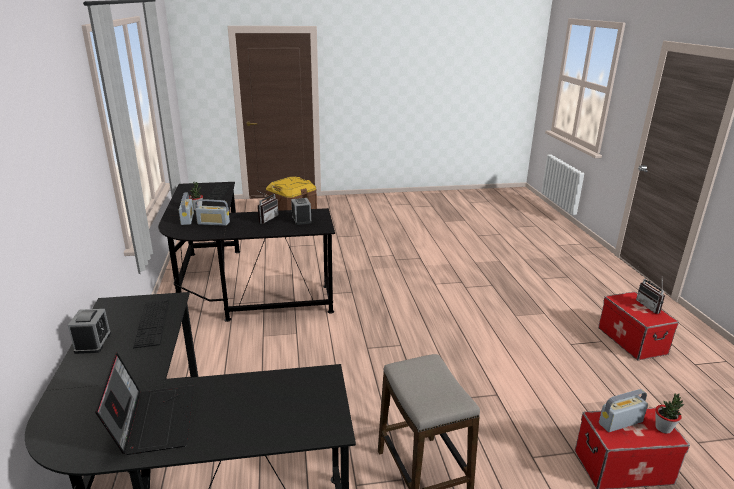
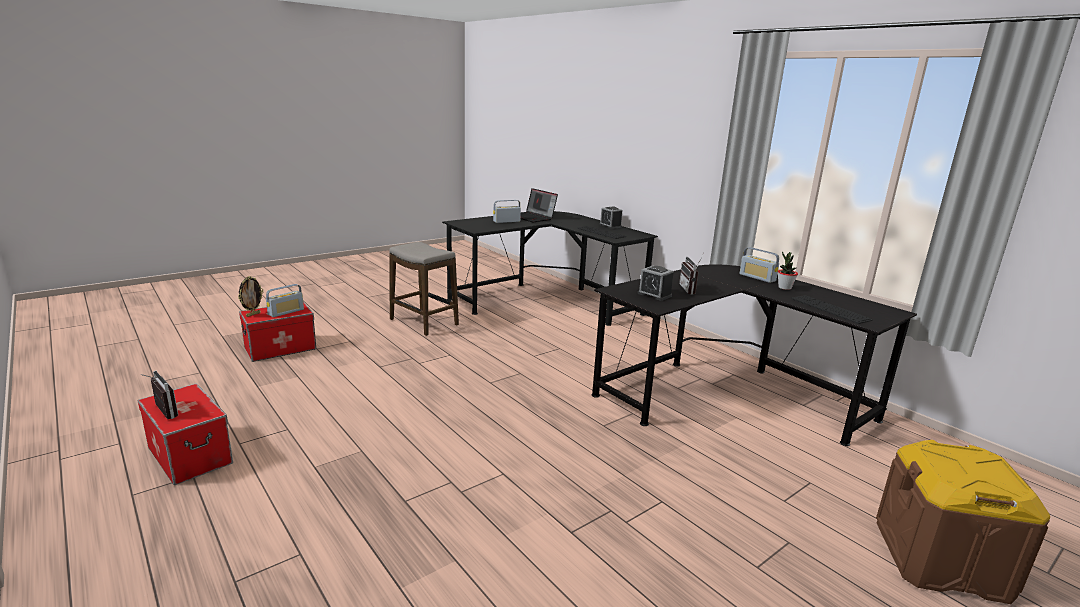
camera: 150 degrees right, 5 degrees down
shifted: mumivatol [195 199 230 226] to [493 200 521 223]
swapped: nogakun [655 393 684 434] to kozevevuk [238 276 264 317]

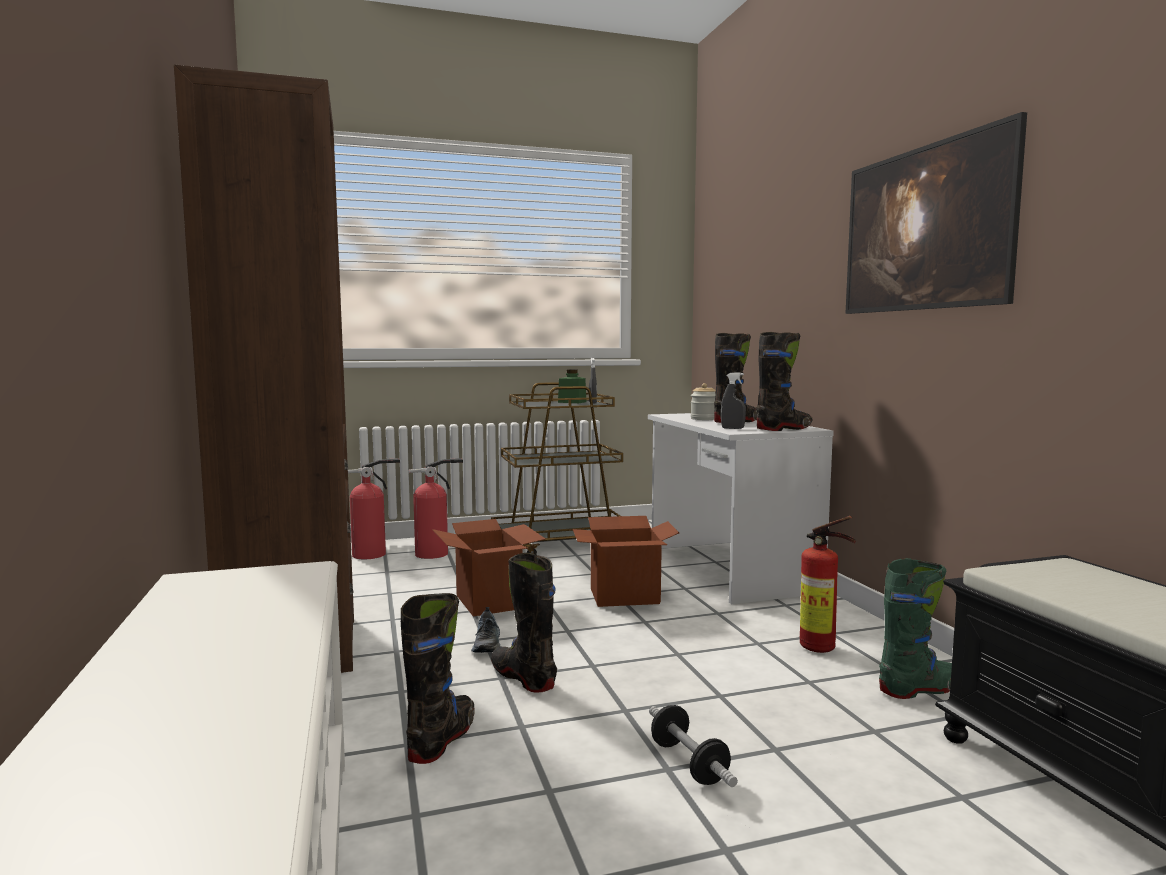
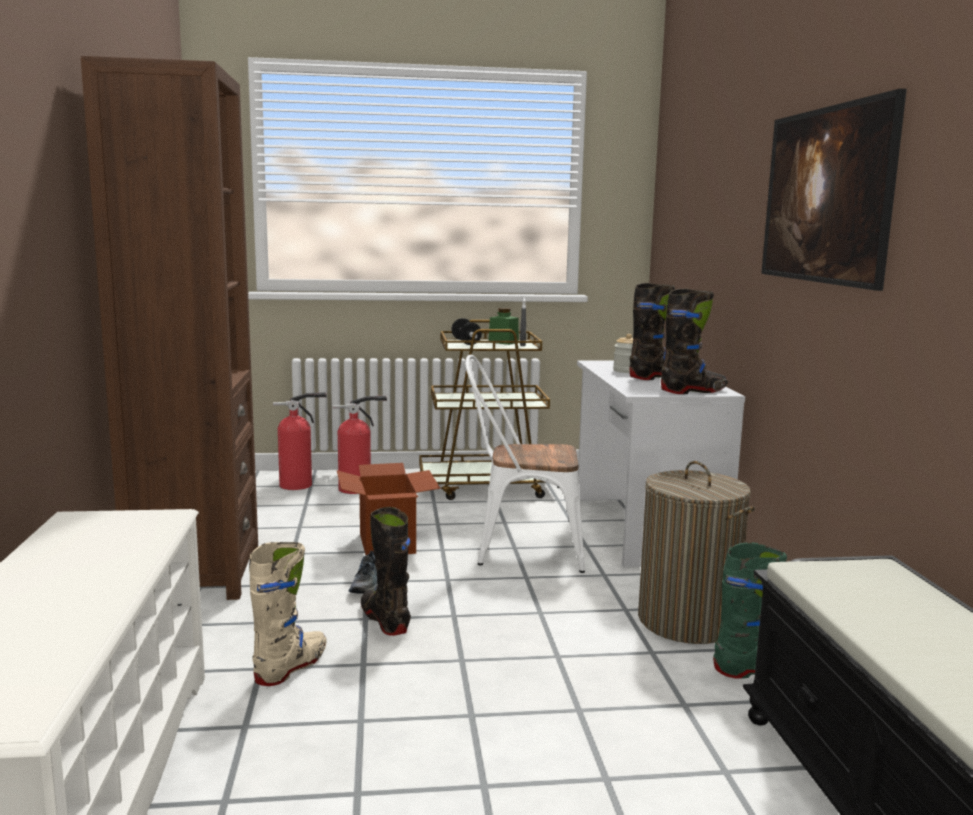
camera: 10 degrees right, 5 degrees up
gone: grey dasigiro [721 373 746 429]
shifted: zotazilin [649 705 738 787] to [451 318 482 345]
swapped: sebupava [572 516 679 607] to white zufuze [465 355 585 573]; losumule [800 516 856 653] to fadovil [638 461 755 644]
repainted: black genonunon [401 593 474 764] to beige genonunon [249 542 327 686]

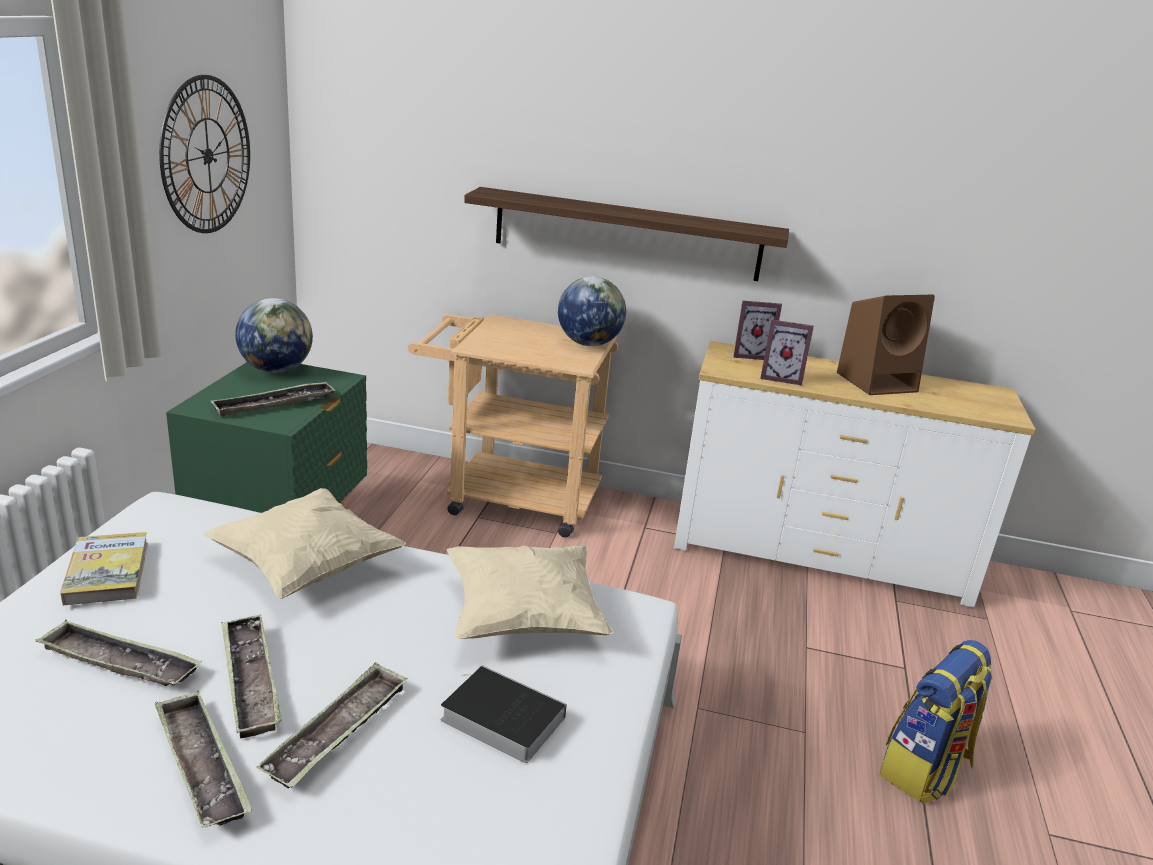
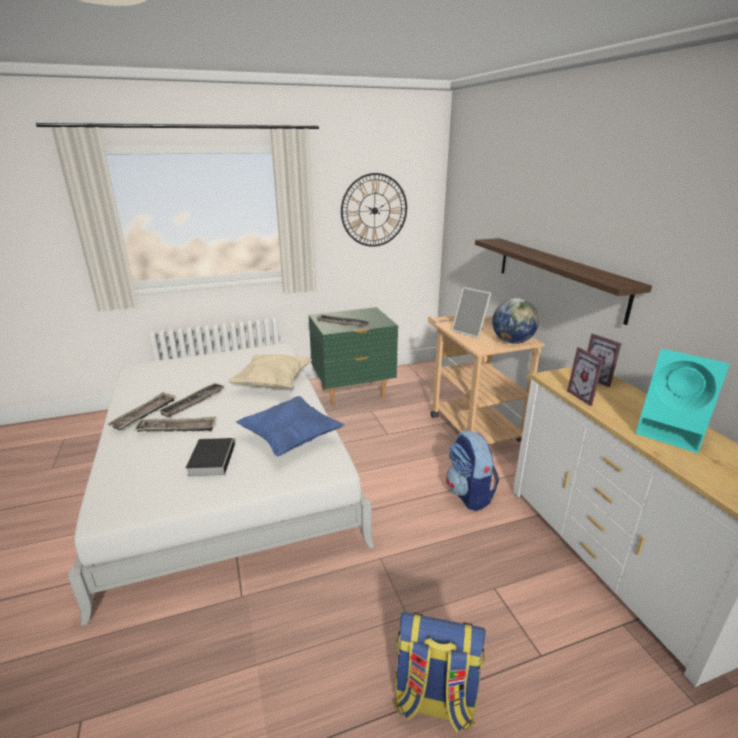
camera: 60 degrees right, 0 degrees up
gone: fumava [235 298 313 373]; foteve [60 532 148 605]; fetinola [35 620 202 686]
new: kozevevuk [452 287 491 338]; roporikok [446 430 499 511]
repainted: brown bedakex [837 295 935 395] to turquoise bedakex [636 349 729 453]; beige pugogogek [447 546 613 639] to blue pugogogek [236 396 344 456]

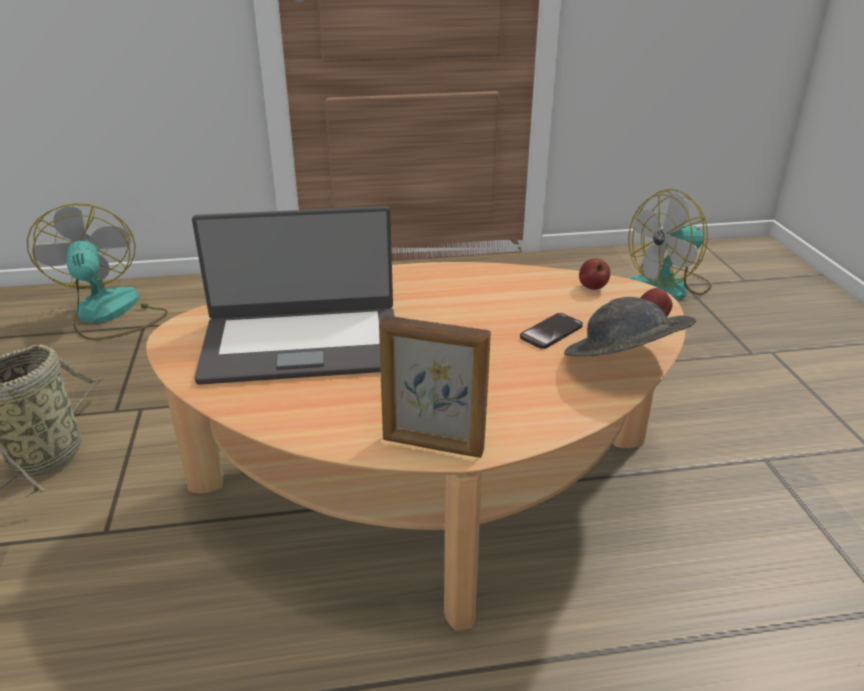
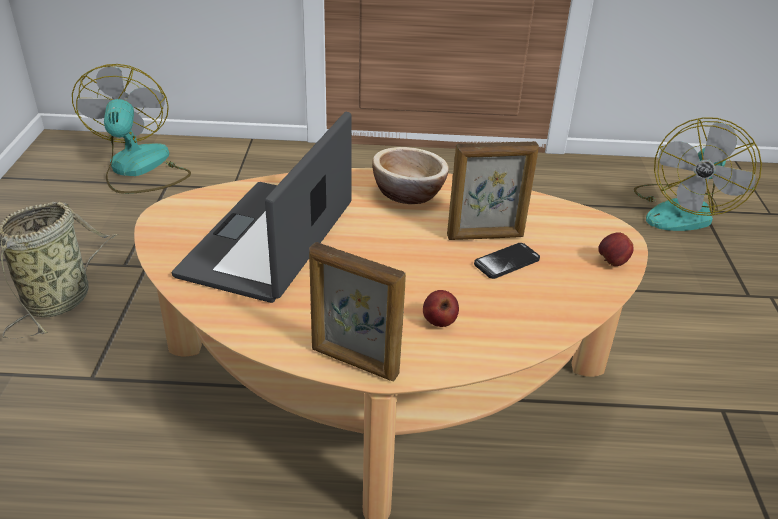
camera: 10 degrees right, 5 degrees up
gone: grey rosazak [564 297 696 356]
new: kozevevuk [447 141 539 240]; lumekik [372 147 449 204]
shifted: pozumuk [579 258 610 290] to [423 290 459 327]
rotated: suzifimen [628 189 712 301] = [634 117 762 231] 45 degrees counterclockwise; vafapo [192 206 395 385] = [172 112 352 303] 105 degrees clockwise

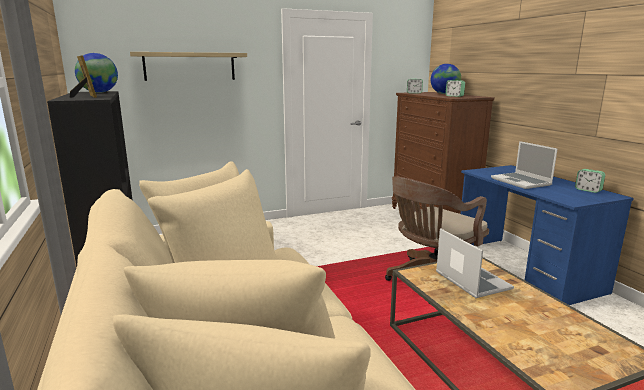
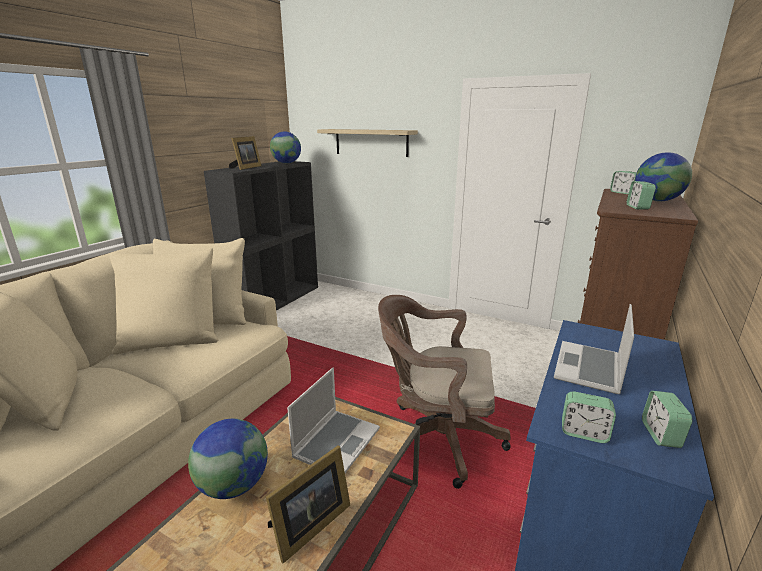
camera: 50 degrees right, 5 degrees up
new: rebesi [562 391 616 443]; fumava [188 419 268 499]; kozevevuk [266 445 350 563]

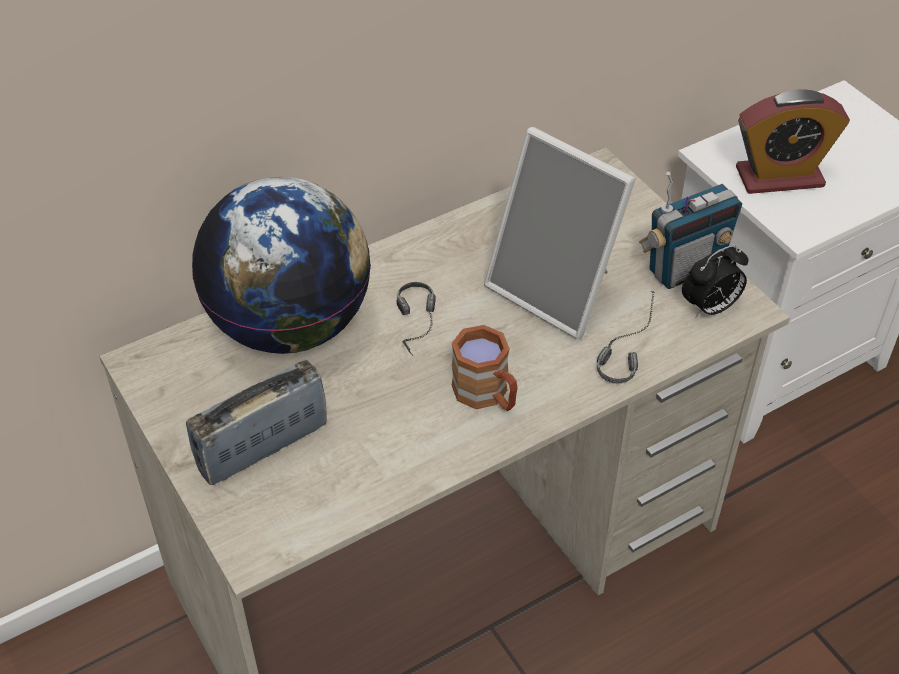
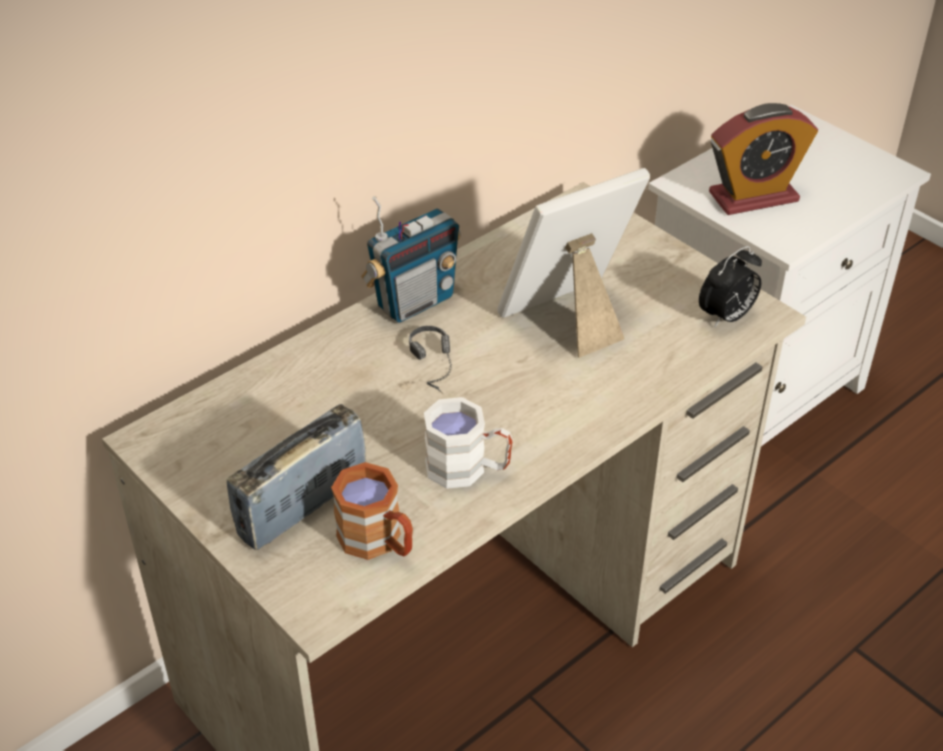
camera: 10 degrees left, 5 degrees down
gone: fumava [192 177 371 354]; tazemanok [597 291 655 384]
new: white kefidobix [424 397 513 489]
shifted: mumivatol [639 172 742 289] to [361 196 461 323]; brown kefidobix [452 325 517 411] to [331 462 413 560]
rotated: kozevevuk [484 127 636 339] = [497 168 650 358] 120 degrees clockwise

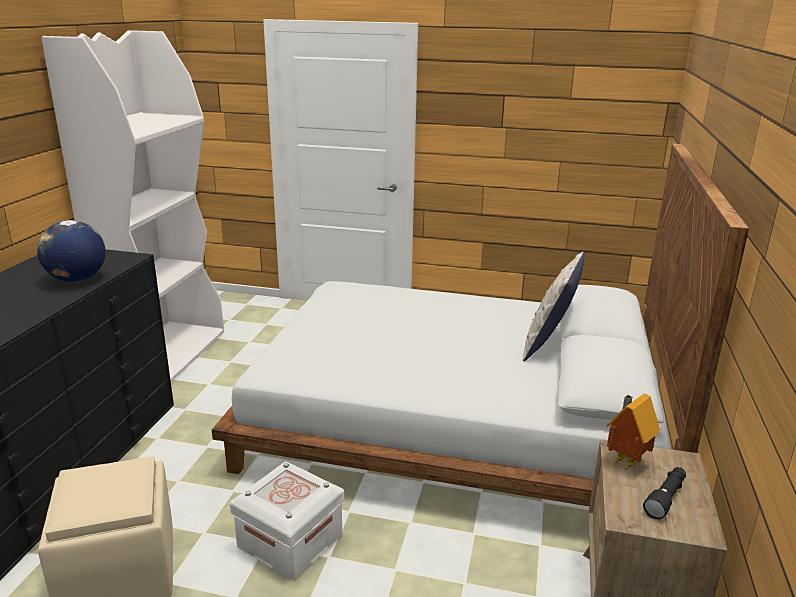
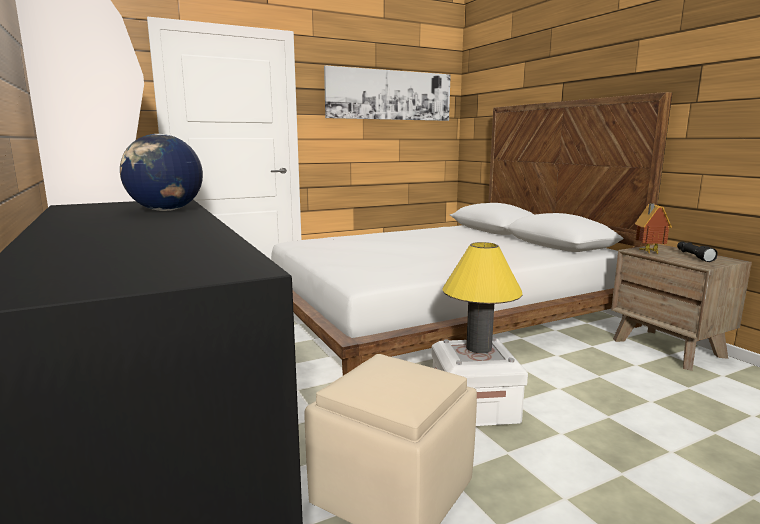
camera: 40 degrees left, 10 degrees down
gone: pugogogek [523 252 585 361]
new: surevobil [324 65 451 121]; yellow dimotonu [442 242 523 353]

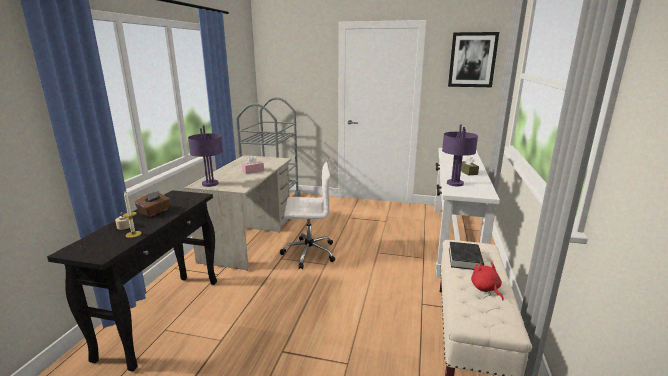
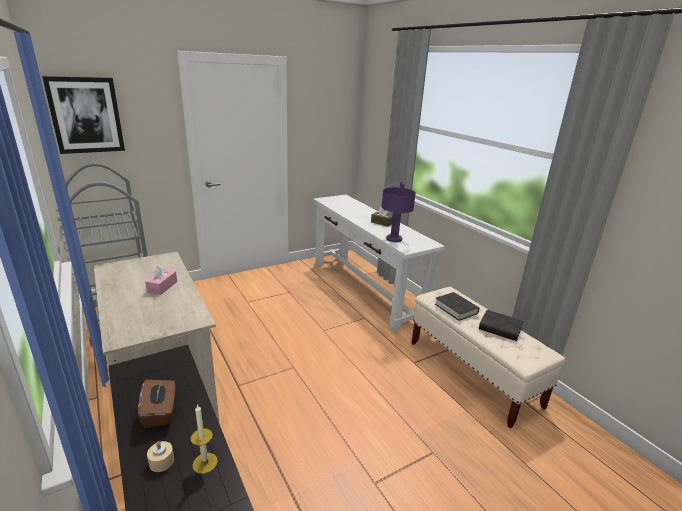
camera: 45 degrees left, 5 degrees up
gone: purple dimotonu [188 125 223 187]; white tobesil [280 162 335 269]
shifted: surevobil [448 32 499 87] to [42 76 125 154]
swapped: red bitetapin [471 261 504 301] to black foteve [479 310 523 341]

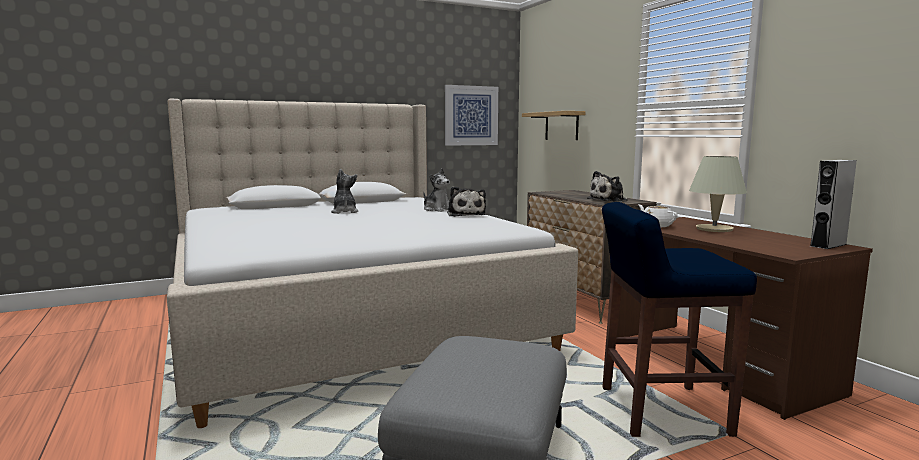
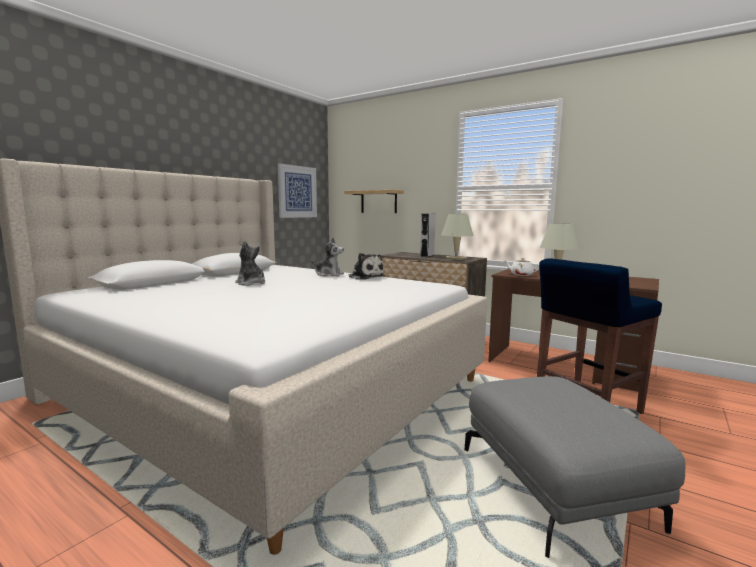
camera: 30 degrees left, 0 degrees up
shifted: grey bedakex [810 160 857 249] to [420 214 436 257]
swapped: bitetapin [587 171 628 202] to beige dimotonu [441 214 473 260]

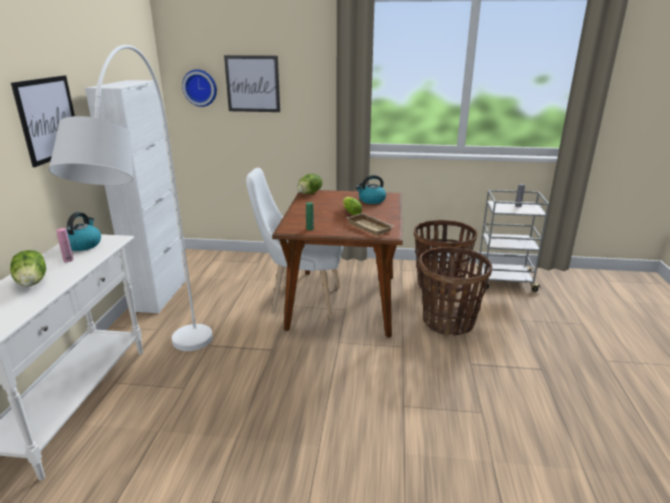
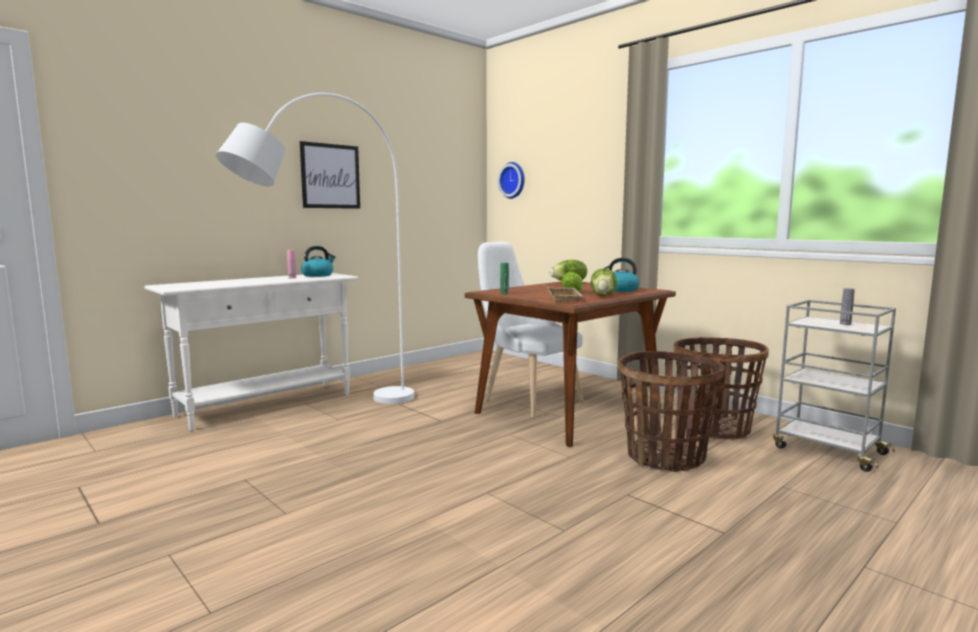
camera: 40 degrees right, 15 degrees down
gone: surevobil [224 55 280 112]; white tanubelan [85 80 186 313]
shifted: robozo [10 250 46 287] to [591 268 617 296]

